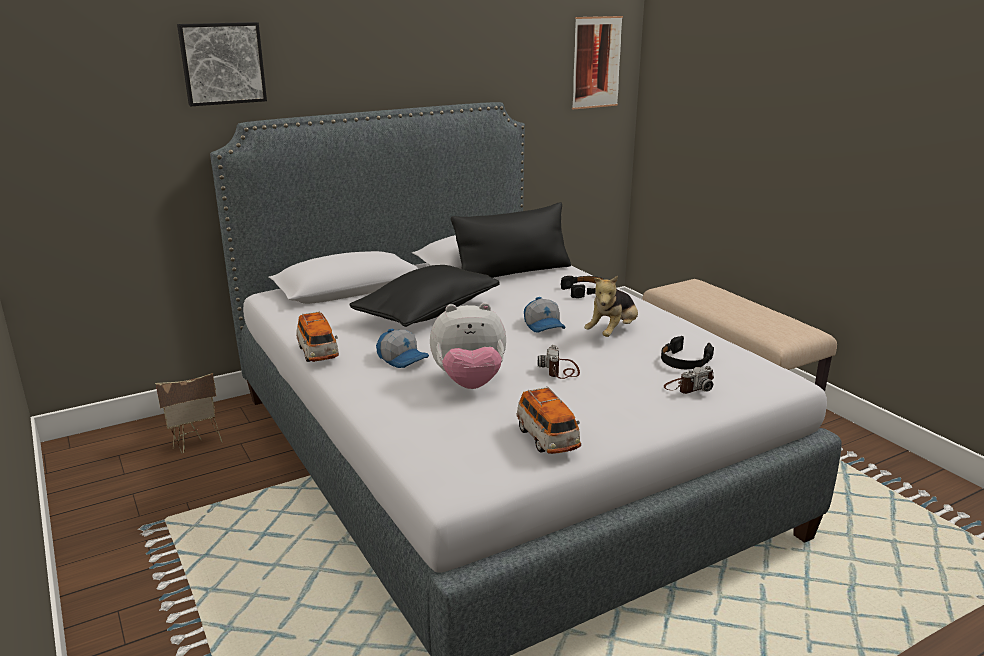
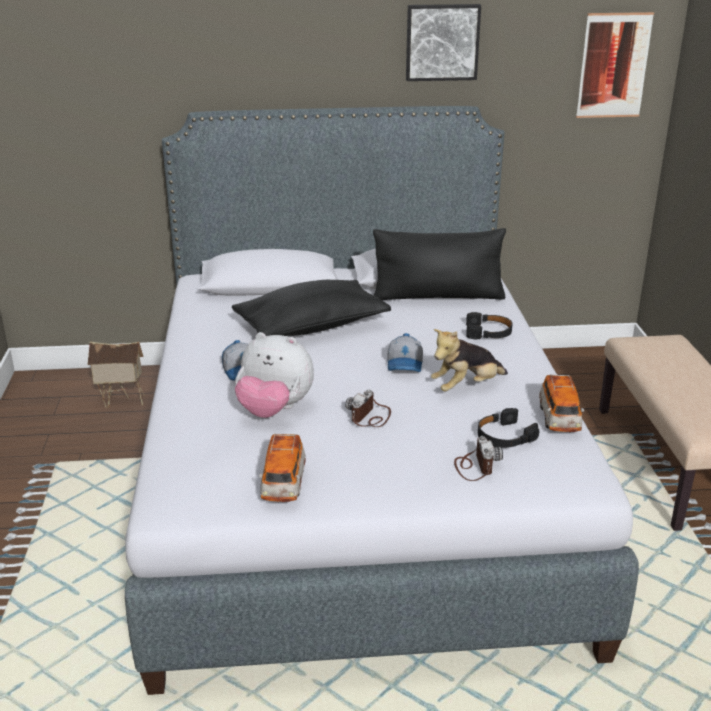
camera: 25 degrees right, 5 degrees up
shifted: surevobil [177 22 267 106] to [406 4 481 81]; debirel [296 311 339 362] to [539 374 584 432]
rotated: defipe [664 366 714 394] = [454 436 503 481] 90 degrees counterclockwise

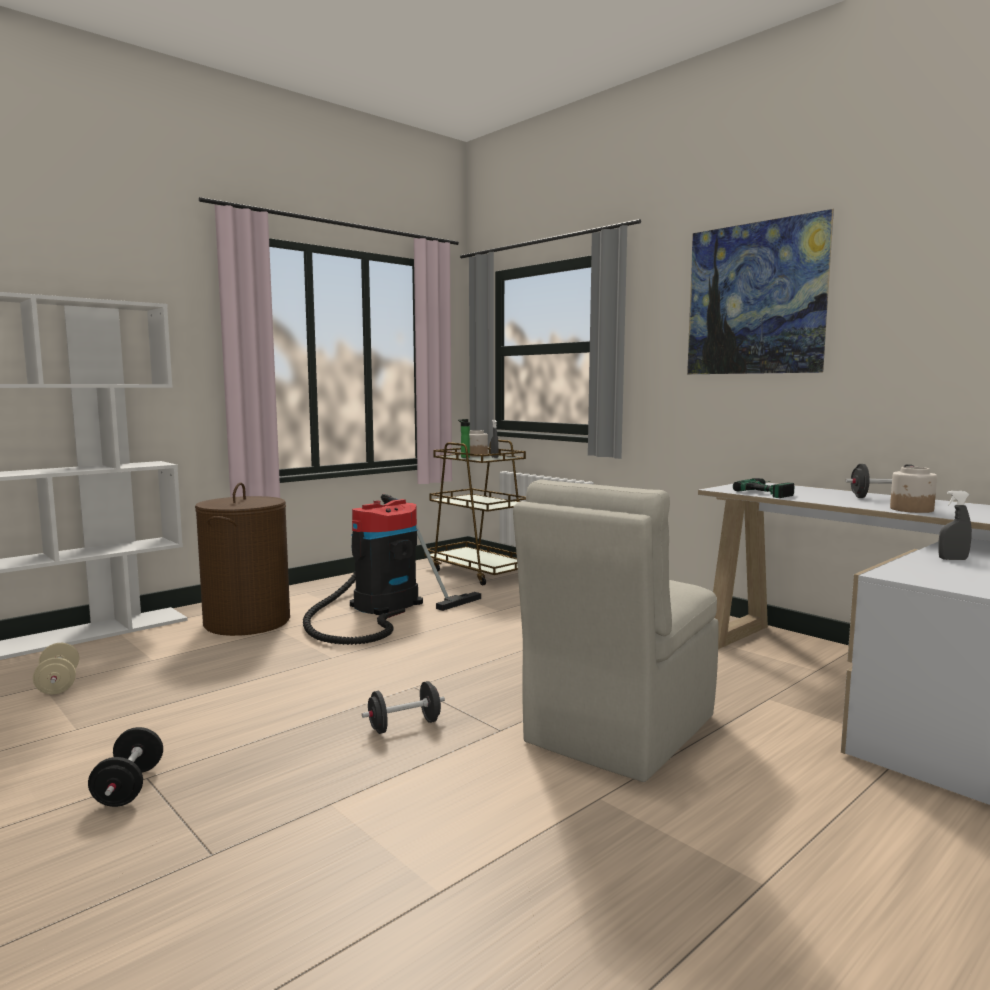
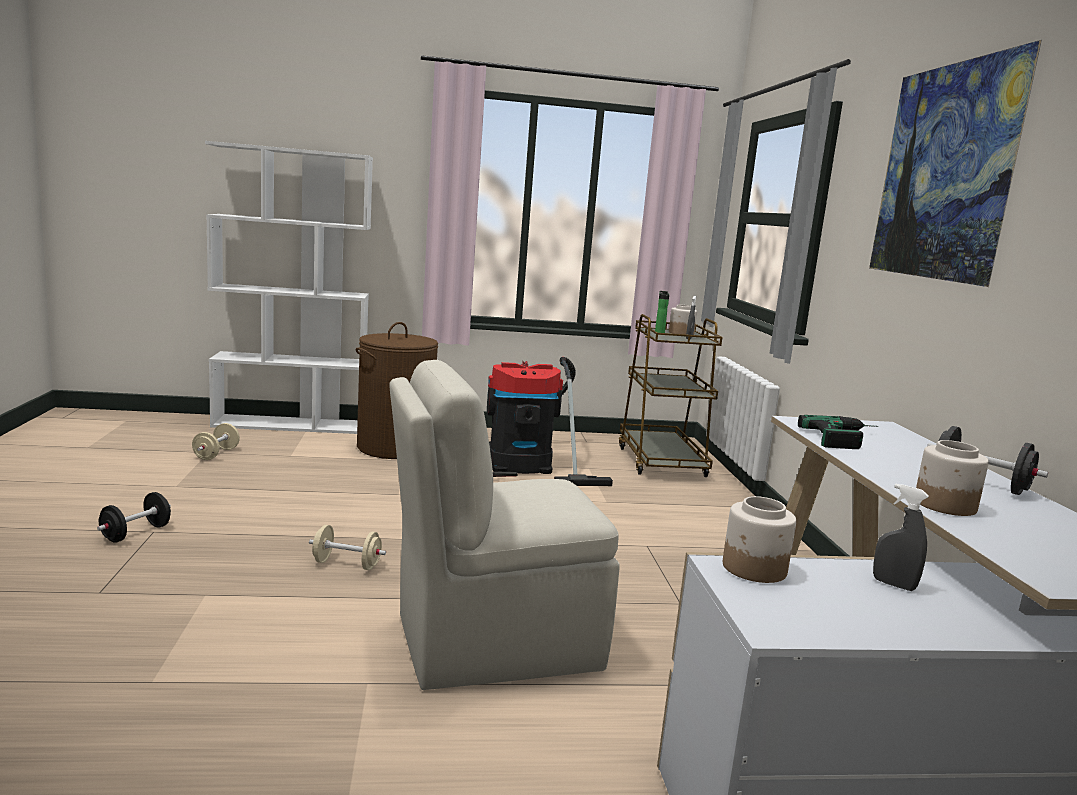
camera: 35 degrees right, 5 degrees up
new: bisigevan [723 496 796 583]
repainted: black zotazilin [362 681 445 734] to beige zotazilin [309 525 386 570]

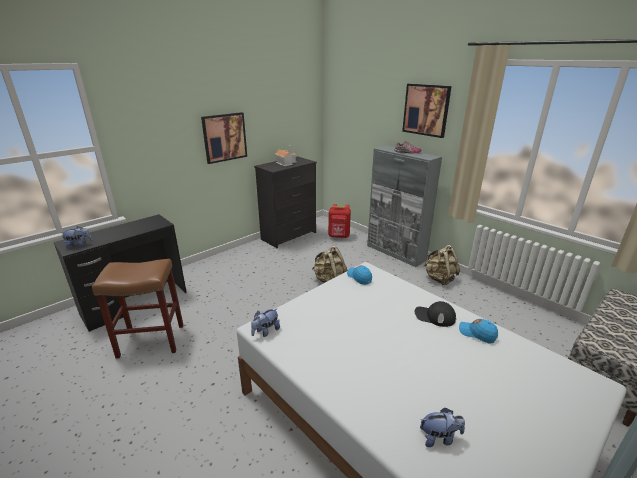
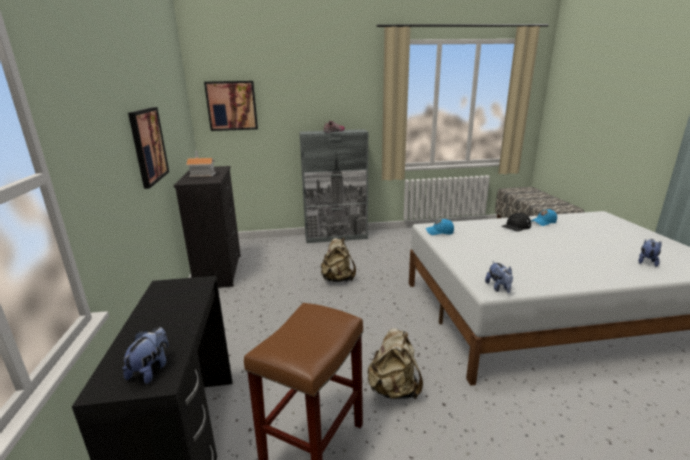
camera: 55 degrees left, 5 degrees down
gone: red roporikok [328 204 351 238]
shifted: surevobil [402 84 452 138] to [204 81 258 131]; beige roporikok [424 245 460 285] to [367 328 423 399]

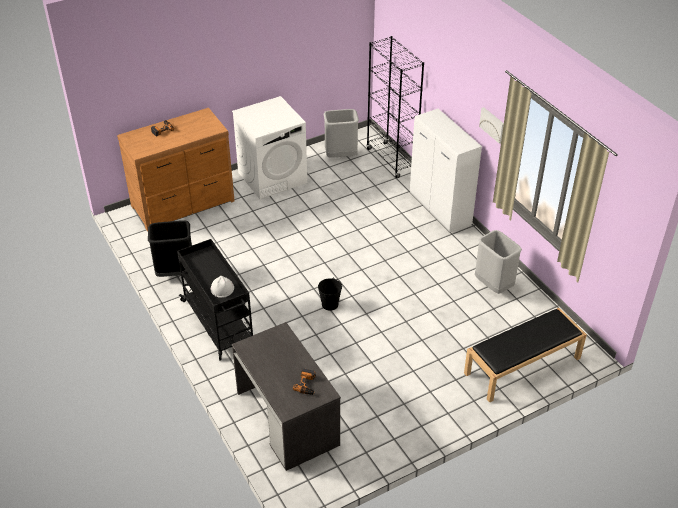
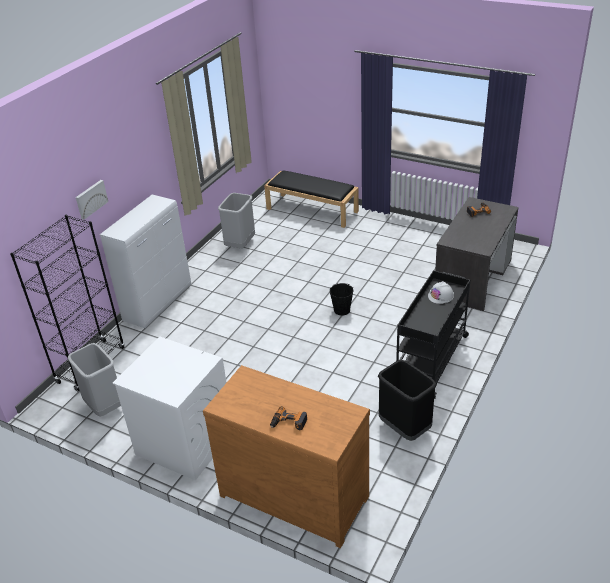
camera: 120 degrees left, 5 degrees down
shifted: surevobil [479 107 504 144] to [76 180 108 220]

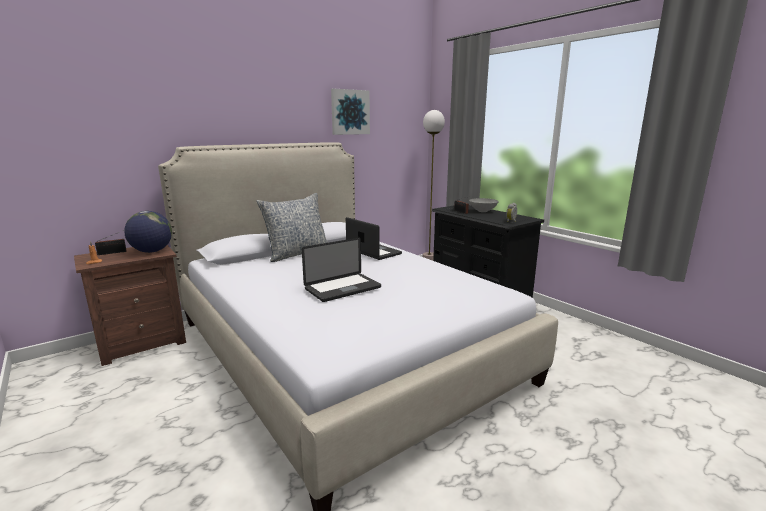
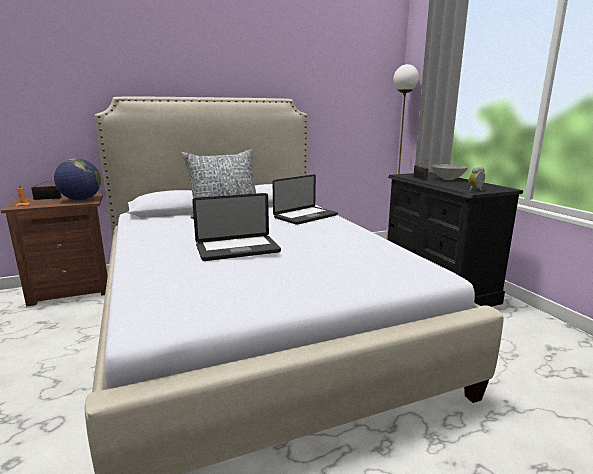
camera: 15 degrees right, 0 degrees up
gone: surevobil [331 88 370 135]
rotated: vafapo [346 217 402 260] = [272 174 338 225] 75 degrees clockwise

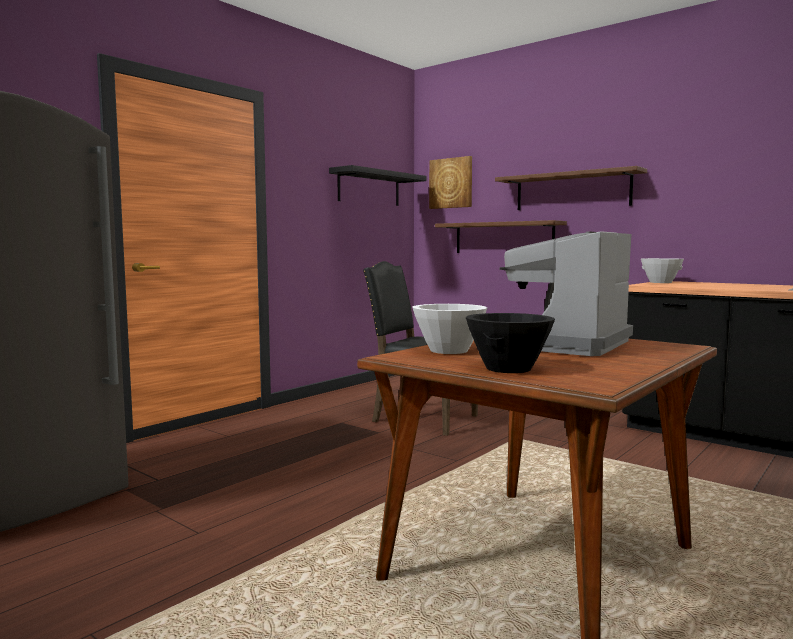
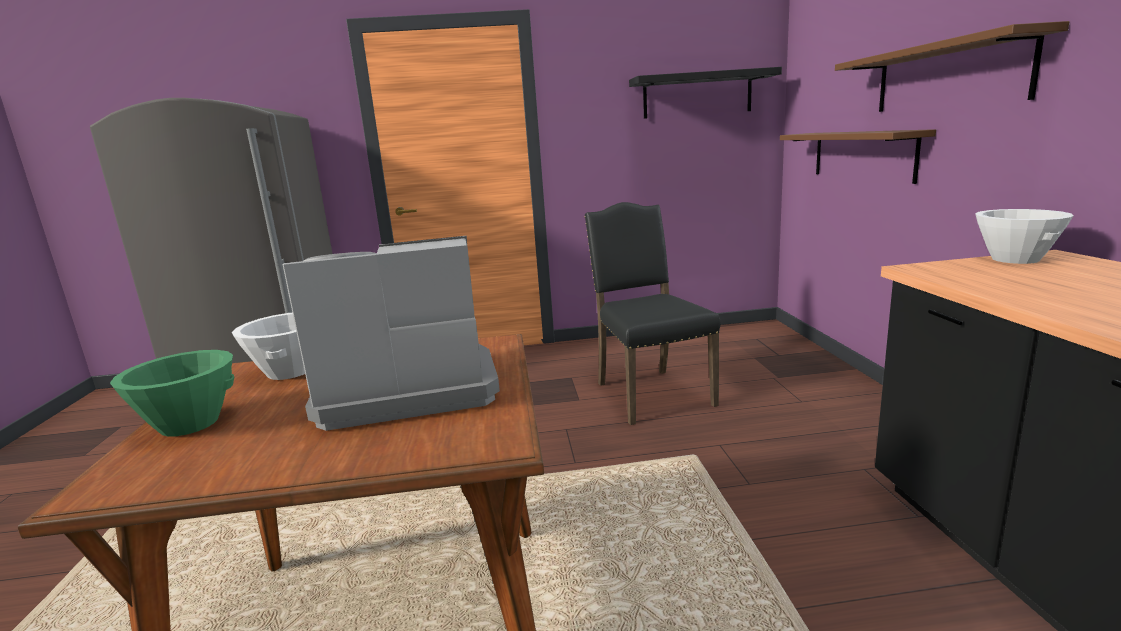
camera: 45 degrees right, 10 degrees up
gone: surevobil [429 156 472 209]
repainted: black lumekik [466 313 555 373] to green lumekik [110 350 234 437]

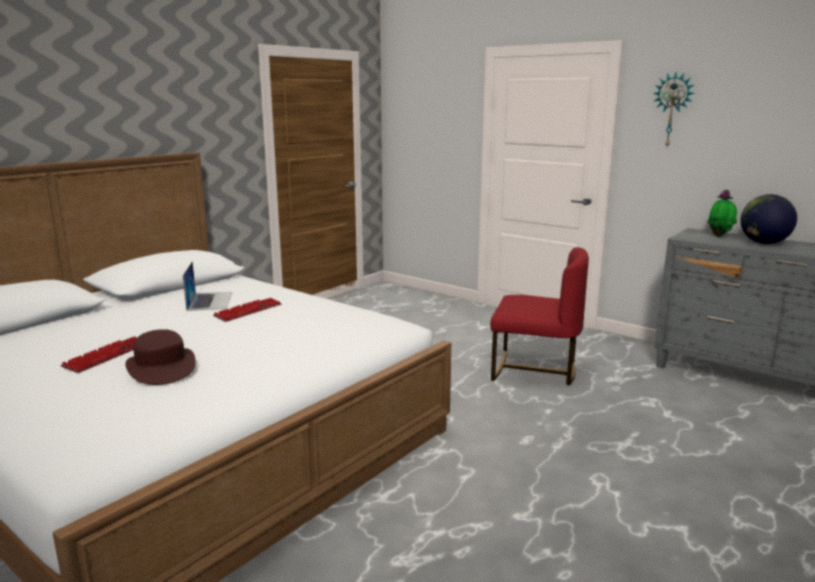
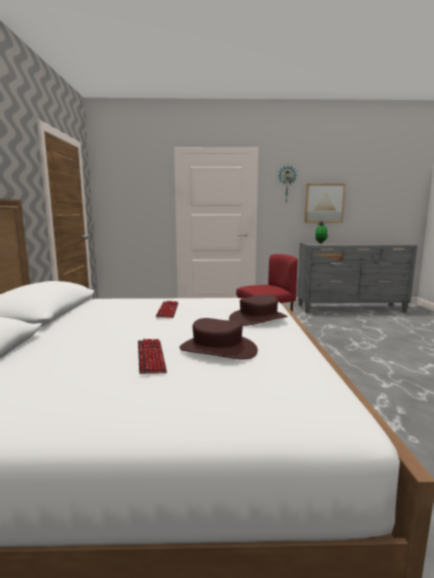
camera: 40 degrees left, 5 degrees down
gone: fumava [741 194 797 244]; vafapo [183 261 232 311]
new: surevobil [305 184 346 223]; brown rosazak [229 294 287 326]

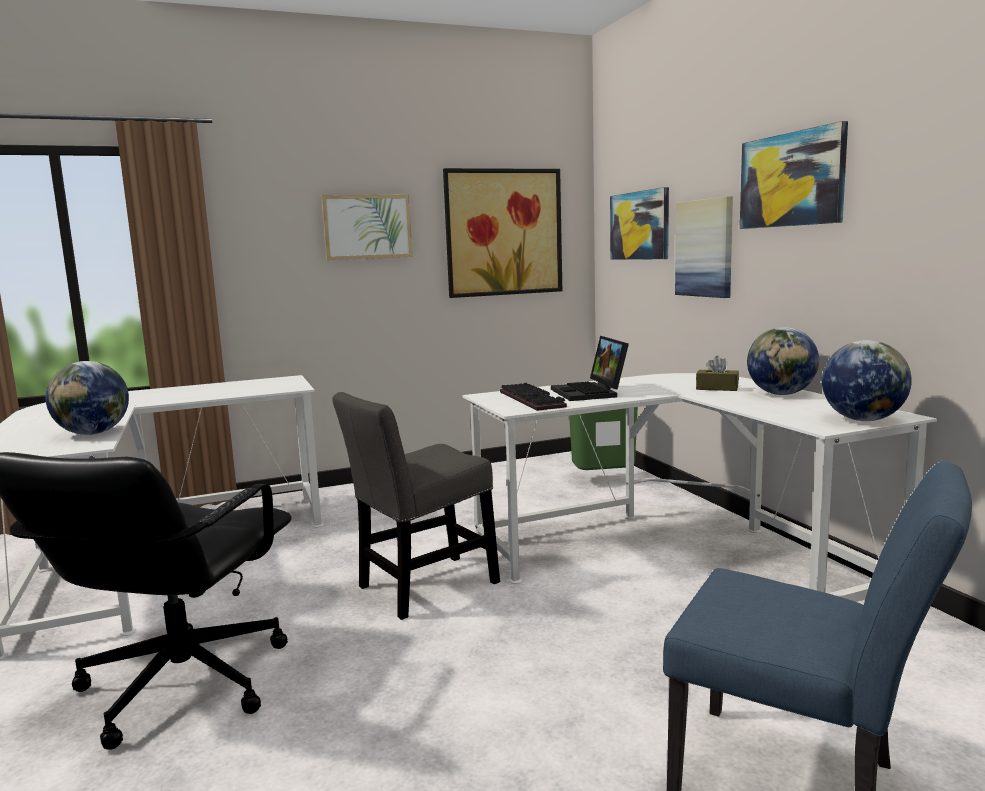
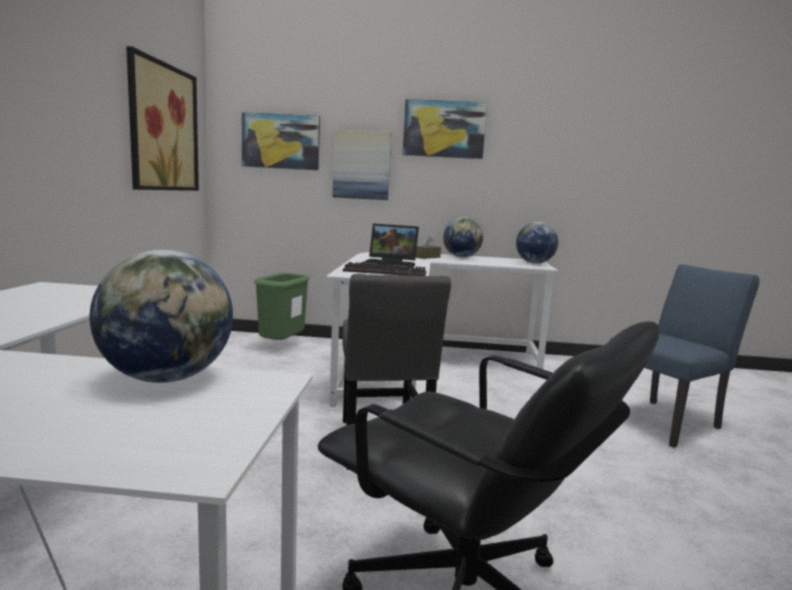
camera: 65 degrees left, 0 degrees up
gone: surevobil [321 195 412 260]

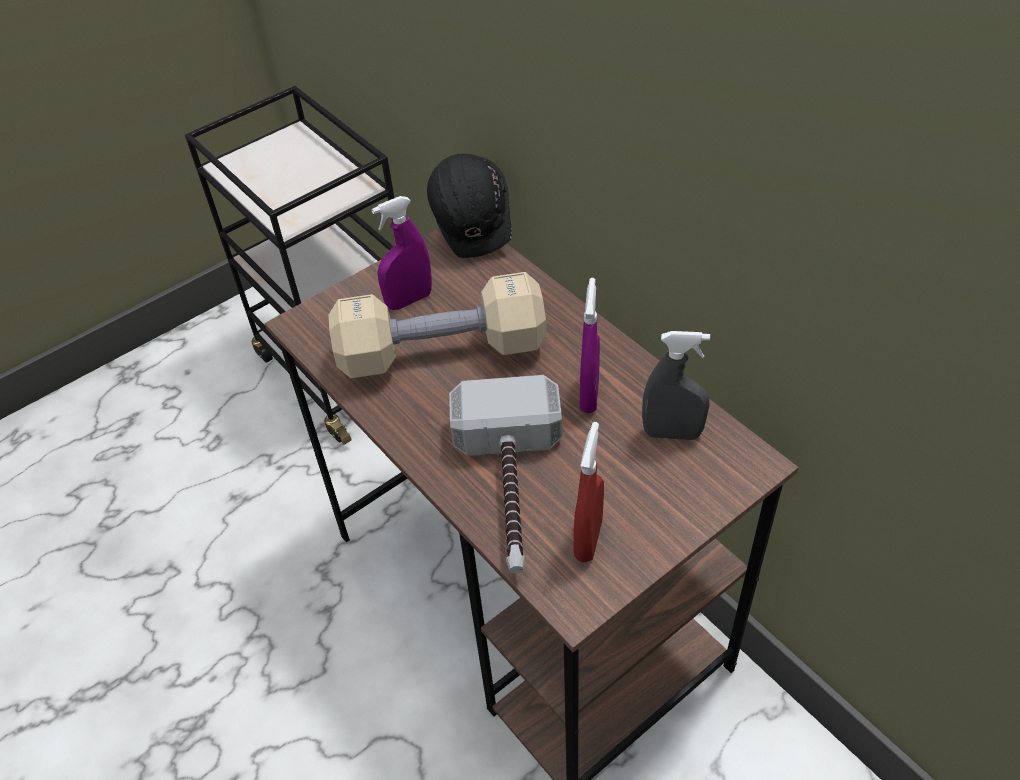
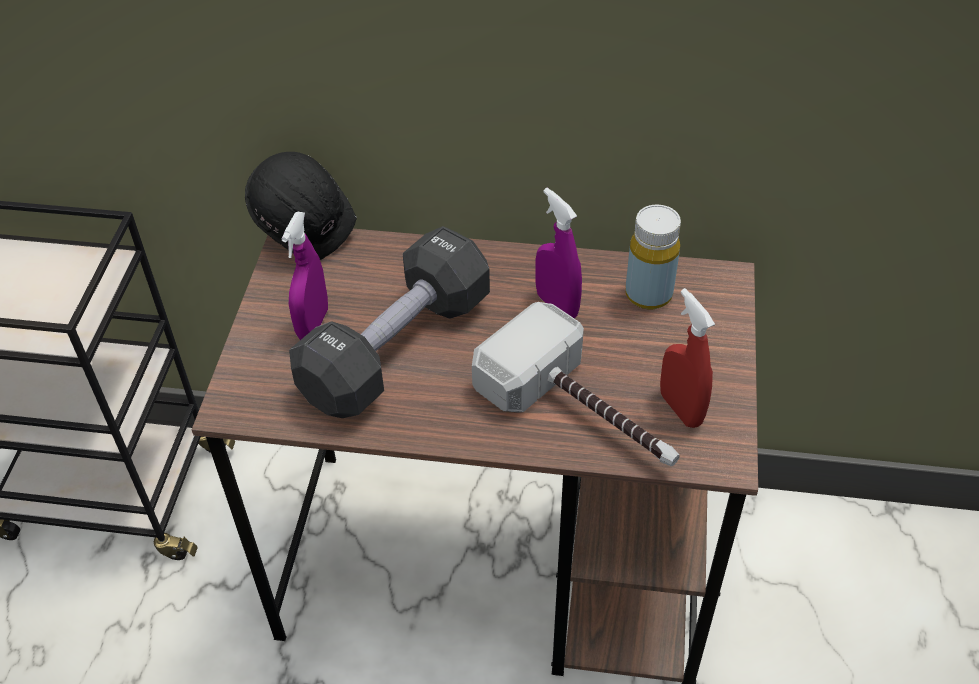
camera: 45 degrees left, 0 degrees up
swapped: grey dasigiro [642 331 710 440] to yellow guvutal [625 205 681 309]
repainted: beige zotazilin [328 272 547 378] to black zotazilin [289 226 490 418]

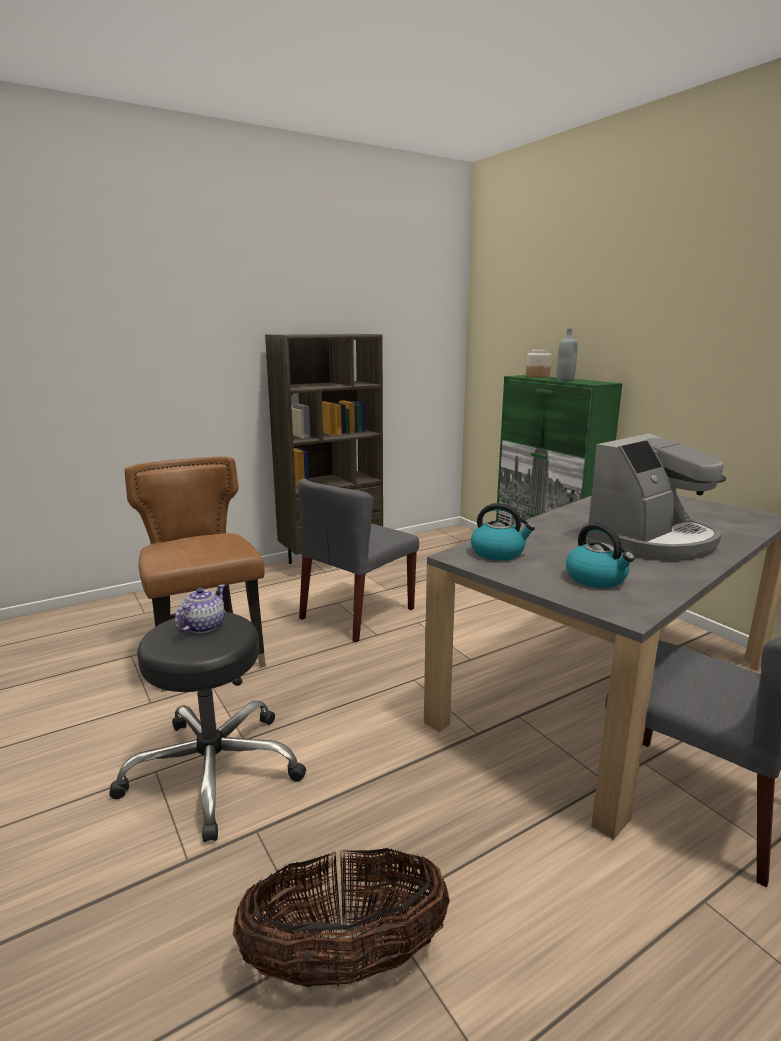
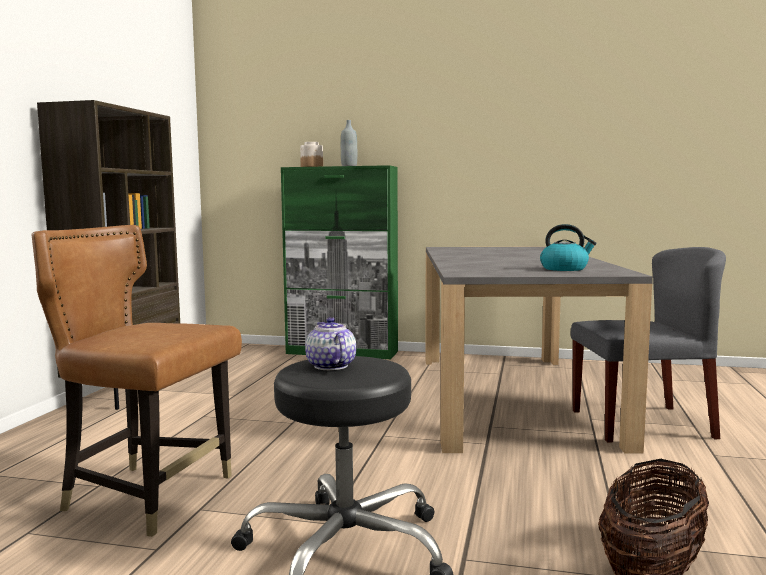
camera: 45 degrees left, 10 degrees down
gone: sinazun [583 433 726 560]; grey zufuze [298 479 419 642]; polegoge [471 503 535 561]

